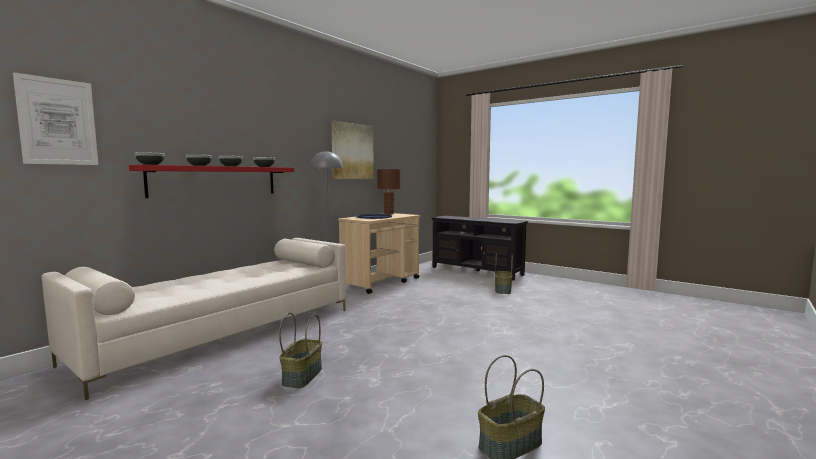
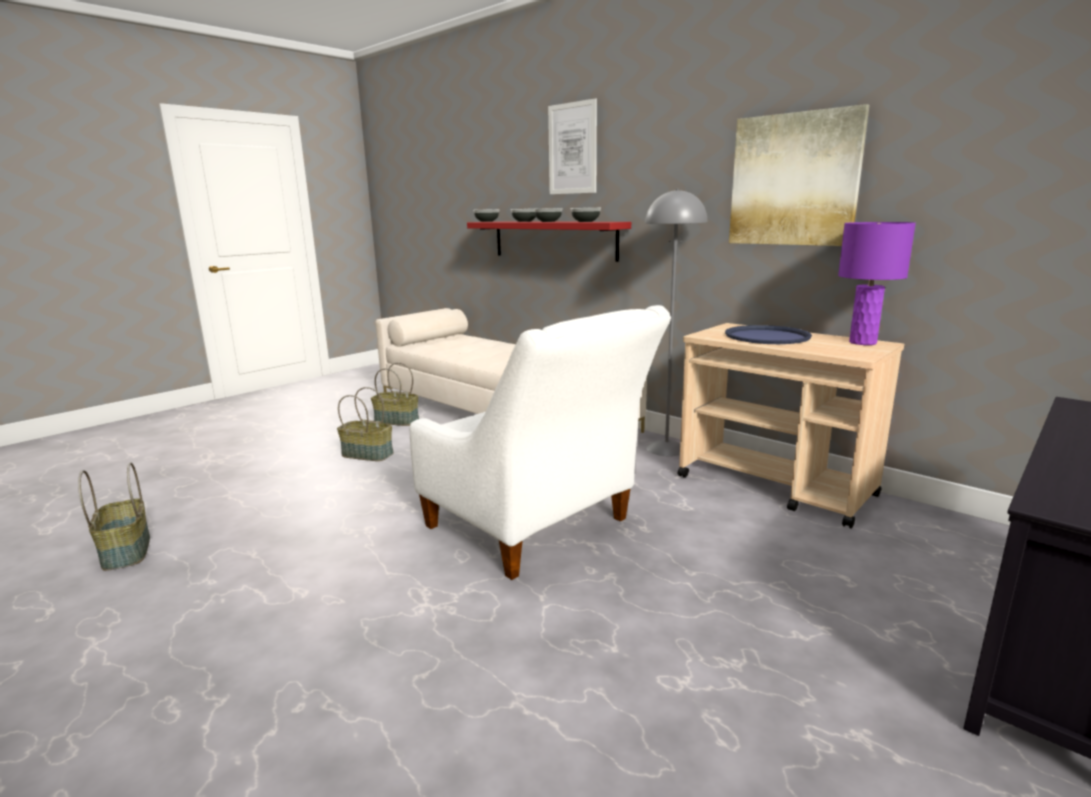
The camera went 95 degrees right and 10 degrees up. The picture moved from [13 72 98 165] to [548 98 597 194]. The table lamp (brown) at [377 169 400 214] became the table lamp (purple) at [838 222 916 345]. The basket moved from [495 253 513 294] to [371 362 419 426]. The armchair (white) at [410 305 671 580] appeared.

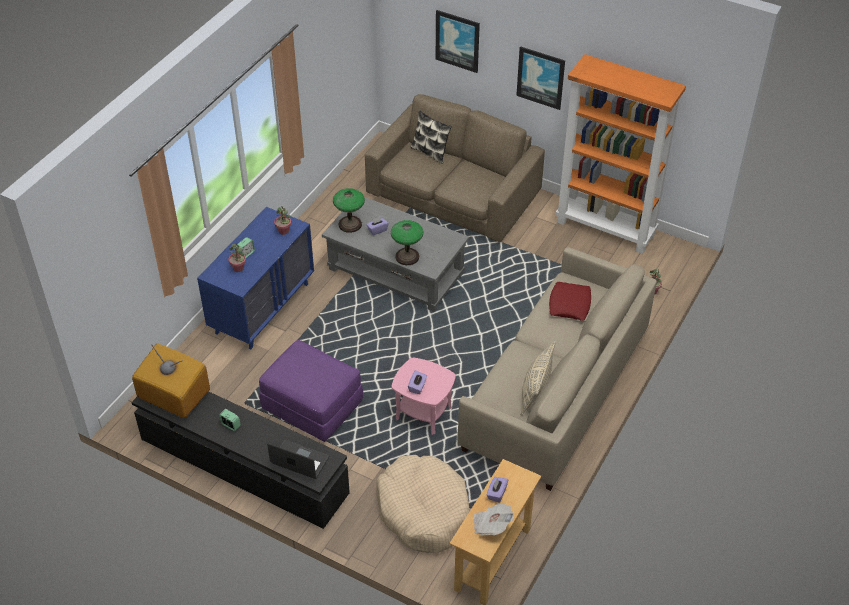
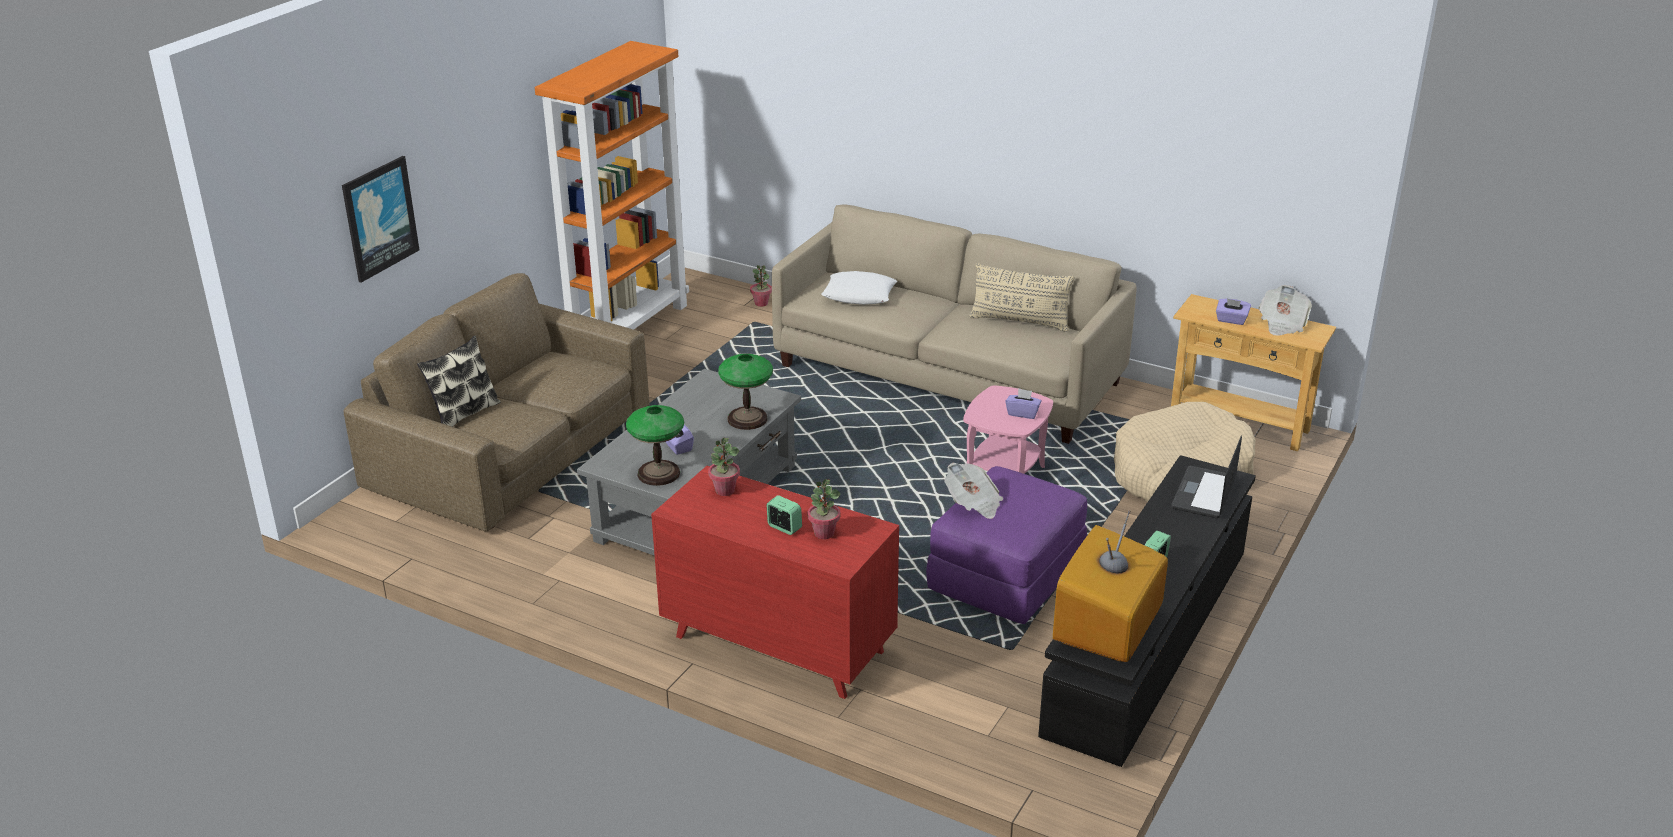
The camera went 90 degrees left and 15 degrees down. The dresser (blue) at [197 207 314 349] became the dresser (red) at [651 466 899 699]. The picture at [516 46 565 110] disappeared. The pillow (red) at [549 282 591 321] became the pillow (white) at [821 271 897 305]. The newspaper at [944 463 1003 519] appeared.

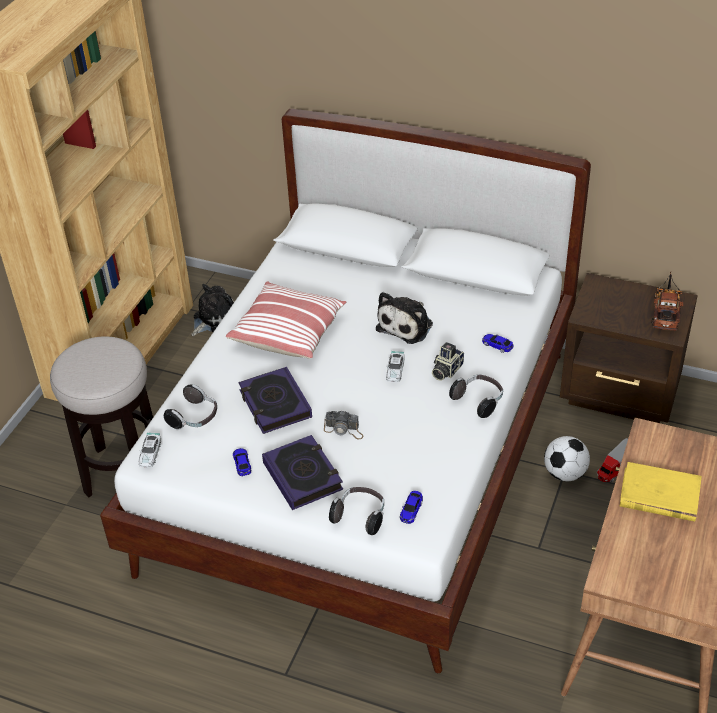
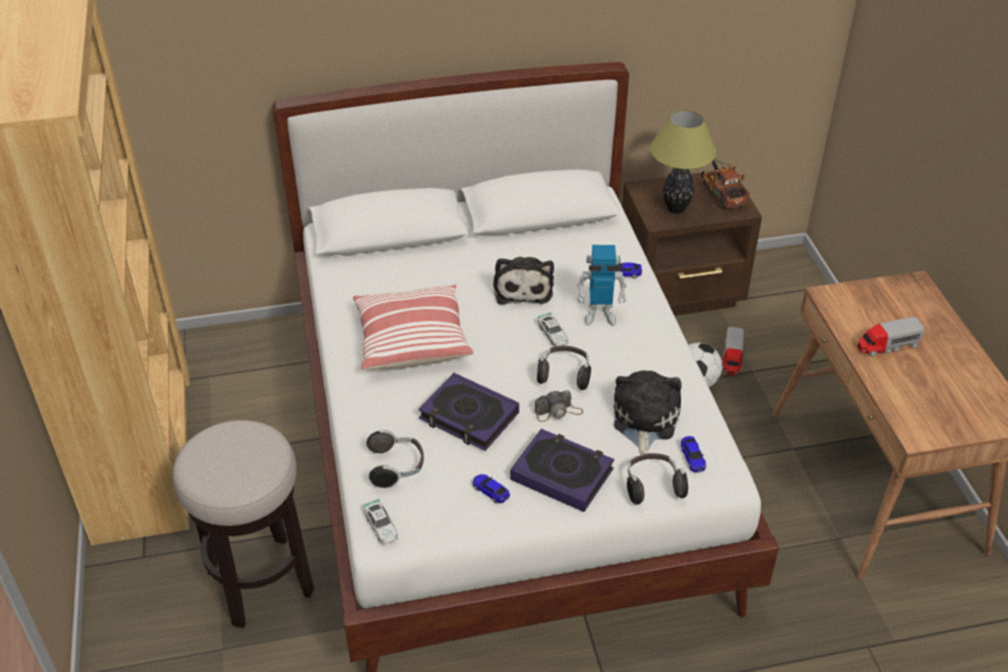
The camera went 35 degrees left and 0 degrees up. The plush toy moved from [191 284 234 336] to [614 370 682 455]. The photo camera at [432 342 464 381] was replaced by the toy robot at [577 245 626 326]. The headphones moved from [449 374 503 418] to [537 346 591 390]. The book (yellow) at [620 462 702 522] was replaced by the toy truck at [857 317 925 357]. The table lamp at [650 110 717 214] appeared.

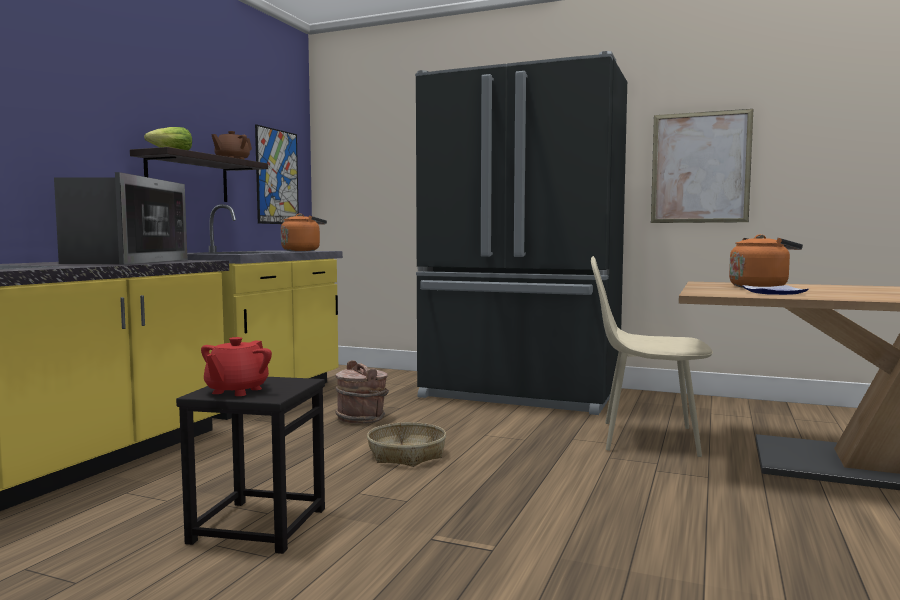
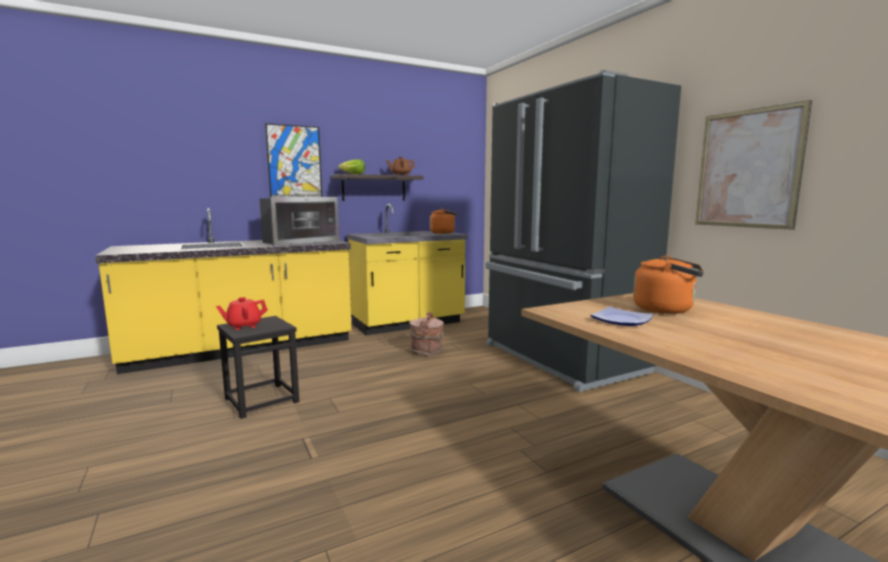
The camera went 40 degrees right and 5 degrees up. The picture moved from [255 124 299 224] to [265 123 322 197]. The basket at [367 422 446 467] disappeared. The chair (beige) at [591 256 713 457] disappeared.

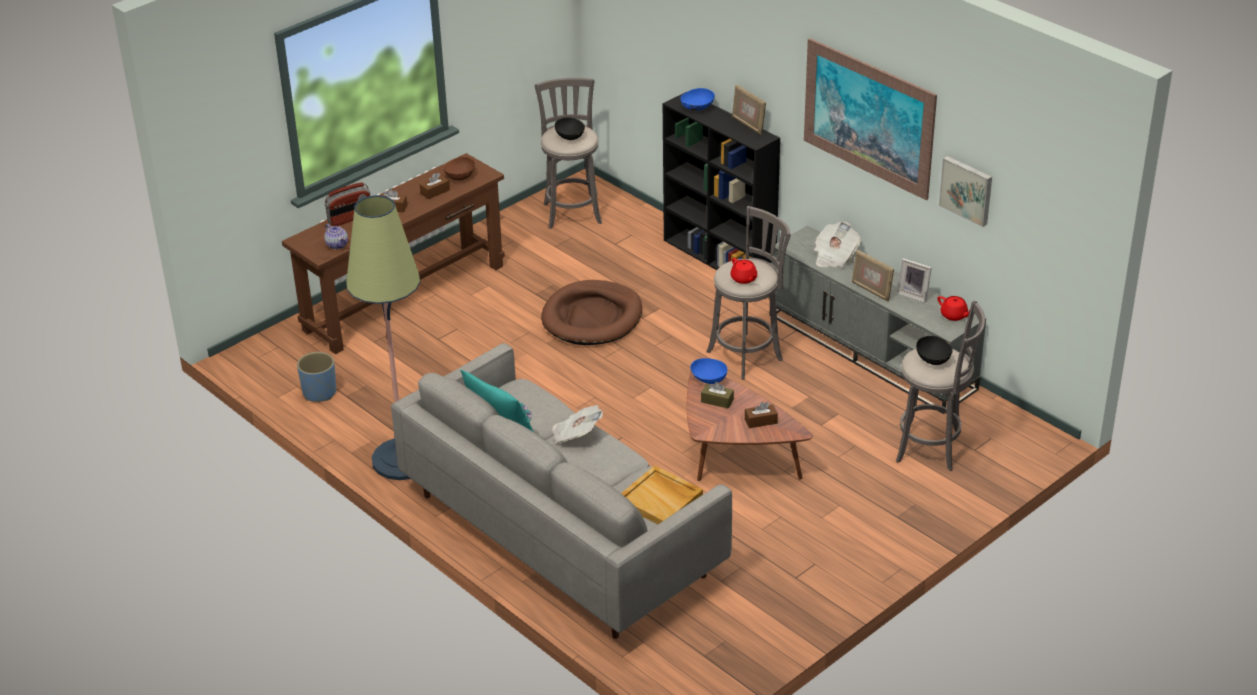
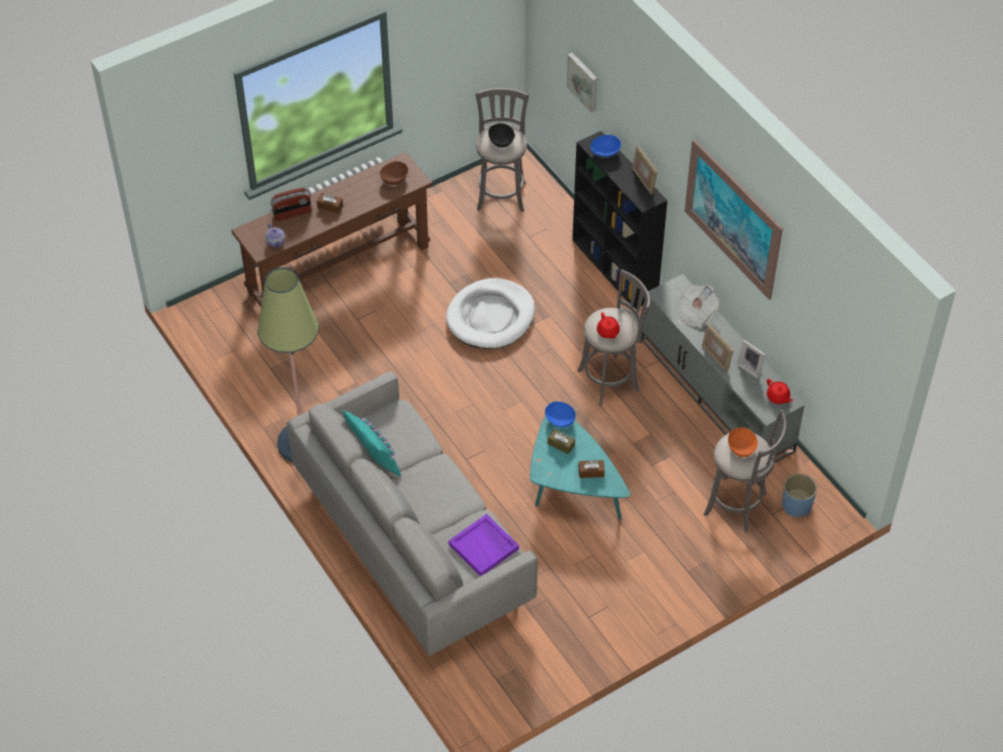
The camera went 10 degrees right and 15 degrees up. The planter (blue) moved from [297 352 336 402] to [782 474 817 517]. The tissue box (brown) at [420 173 450 199] disappeared. The dog bed (brown) at [541 280 642 345] became the dog bed (white) at [446 278 535 349]. The newspaper at [552 405 603 443] disappeared. The tray (beige) at [621 465 703 524] became the tray (purple) at [449 514 519 576]. The coffee table (brown) at [686 372 813 481] became the coffee table (turquoise) at [530 415 630 519]. The bowl (black) at [916 336 953 365] became the bowl (orange) at [728 427 758 457]. The picture moved from [939 156 992 227] to [567 52 597 113].

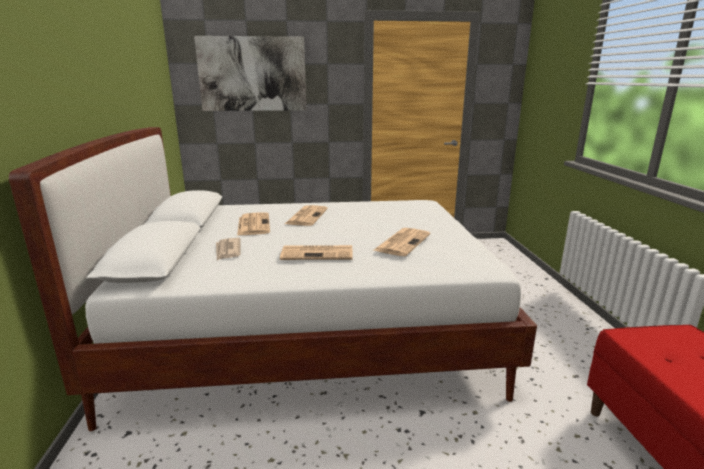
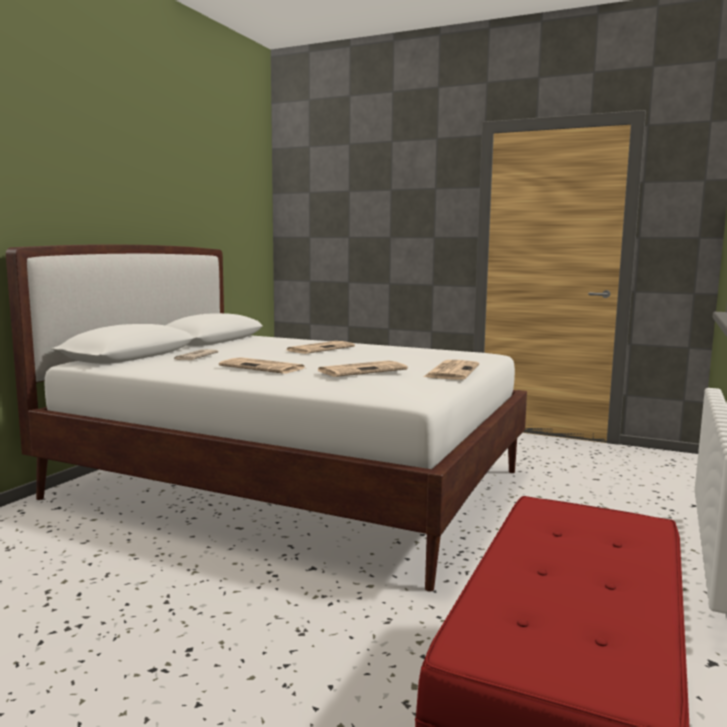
The camera went 30 degrees right and 10 degrees down. The picture at [194 36 306 111] disappeared. The newspaper moved from [237 212 270 236] to [424 360 479 380].

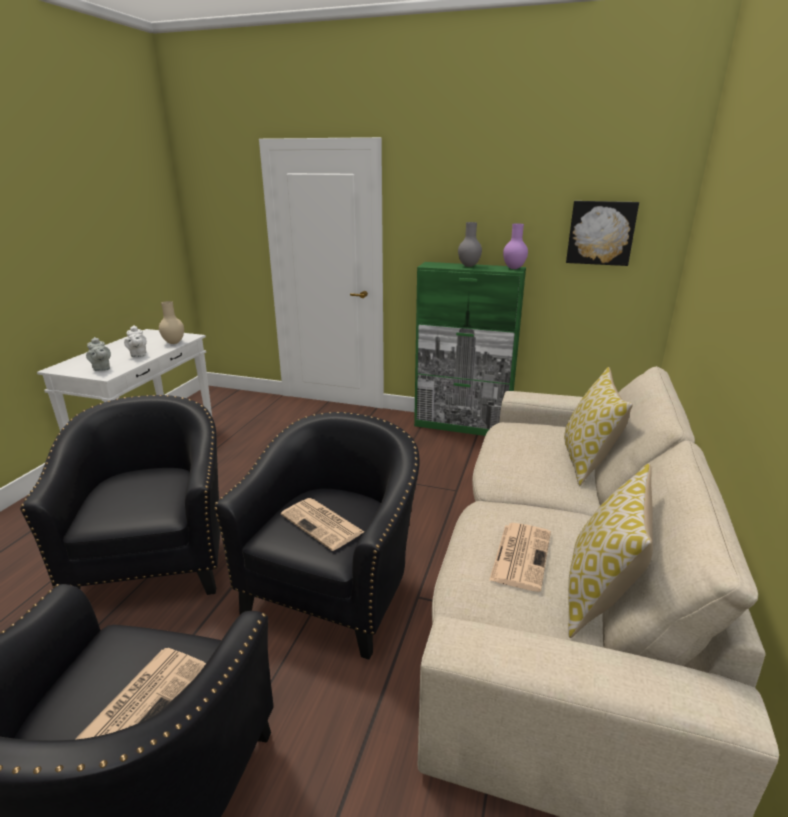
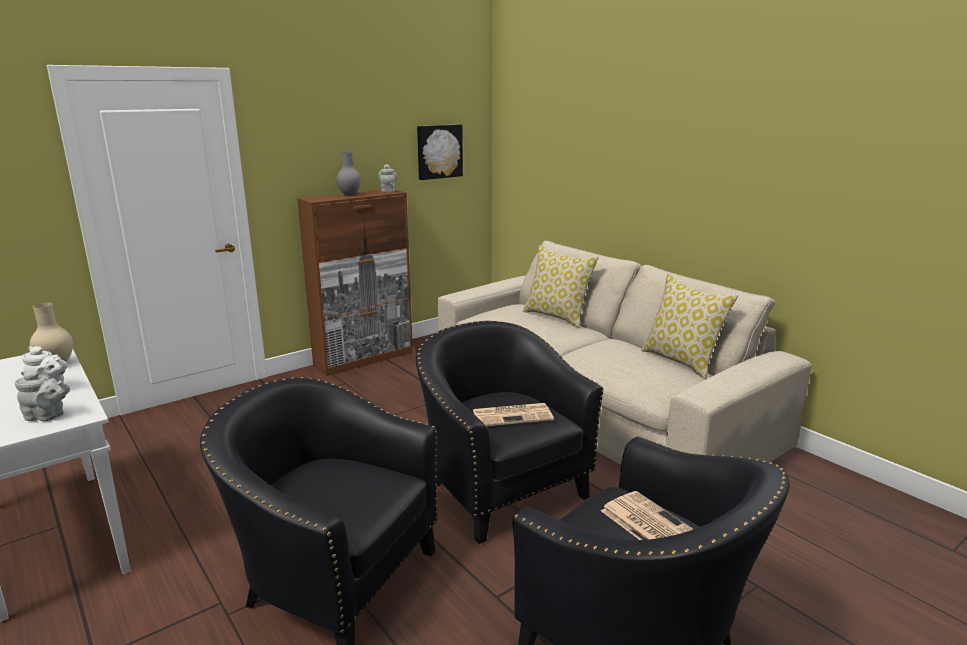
The camera went 55 degrees left and 5 degrees down. The cabinet (green) at [414 262 526 436] became the cabinet (brown) at [297 190 413 376]. The newspaper at [489 523 551 592] disappeared. The vase (purple) at [503 223 528 269] was replaced by the teapot (grey) at [378 164 397 192].

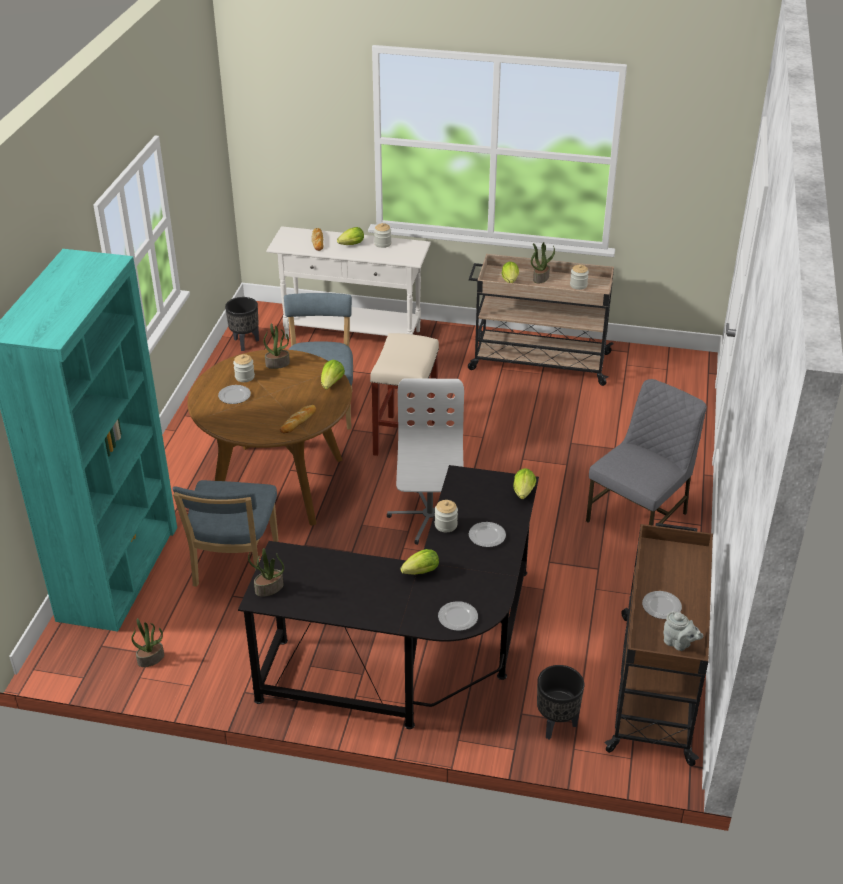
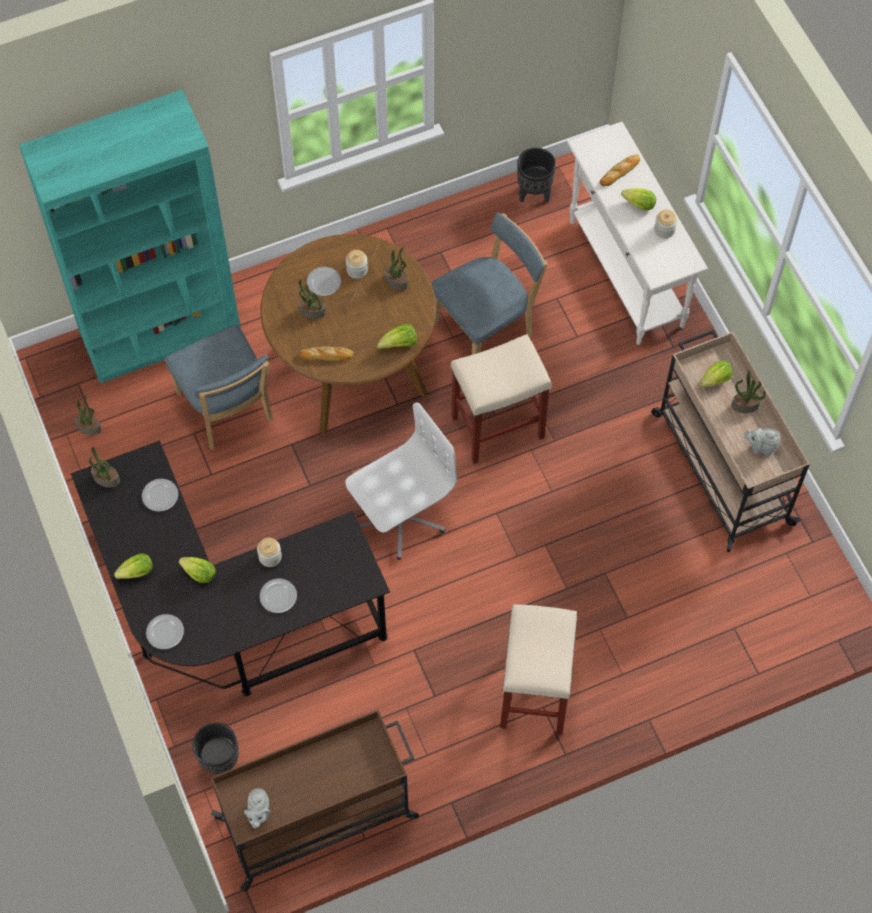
The camera went 55 degrees right and 25 degrees up. The chair (blue) at [173 480 278 587] turned 90 degrees counterclockwise. The lettuce moved from [513 468 536 499] to [114 554 153 579]. The jar at [570 264 589 290] was replaced by the teapot (grey) at [744 428 781 456]. The chair (grey) at [586 379 707 526] was replaced by the stool (beige) at [500 604 577 735]. The plate moved from [642 591 682 619] to [142 479 178 512]. The potted plant at [298 280 326 319] appeared.

